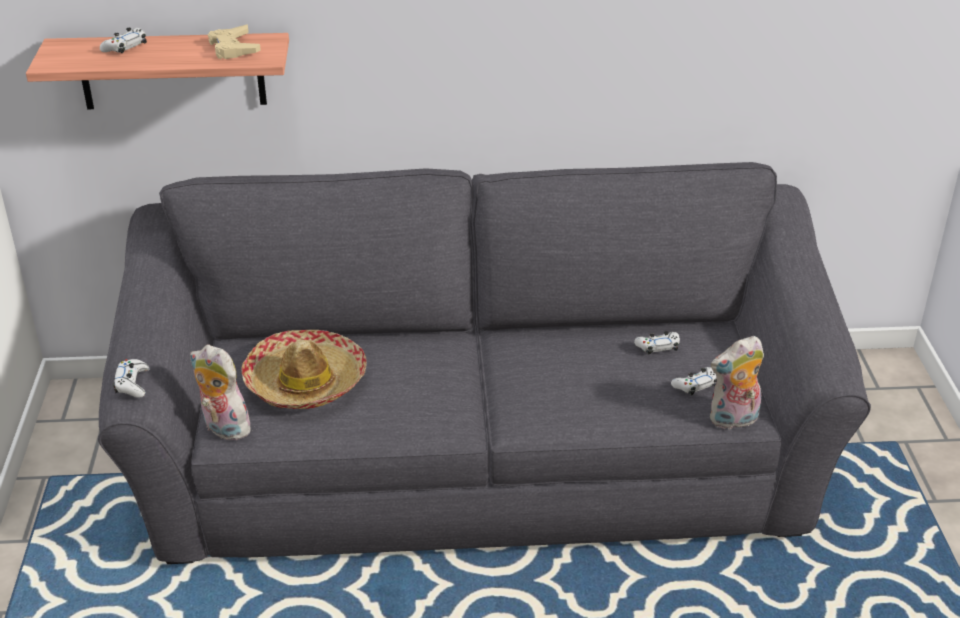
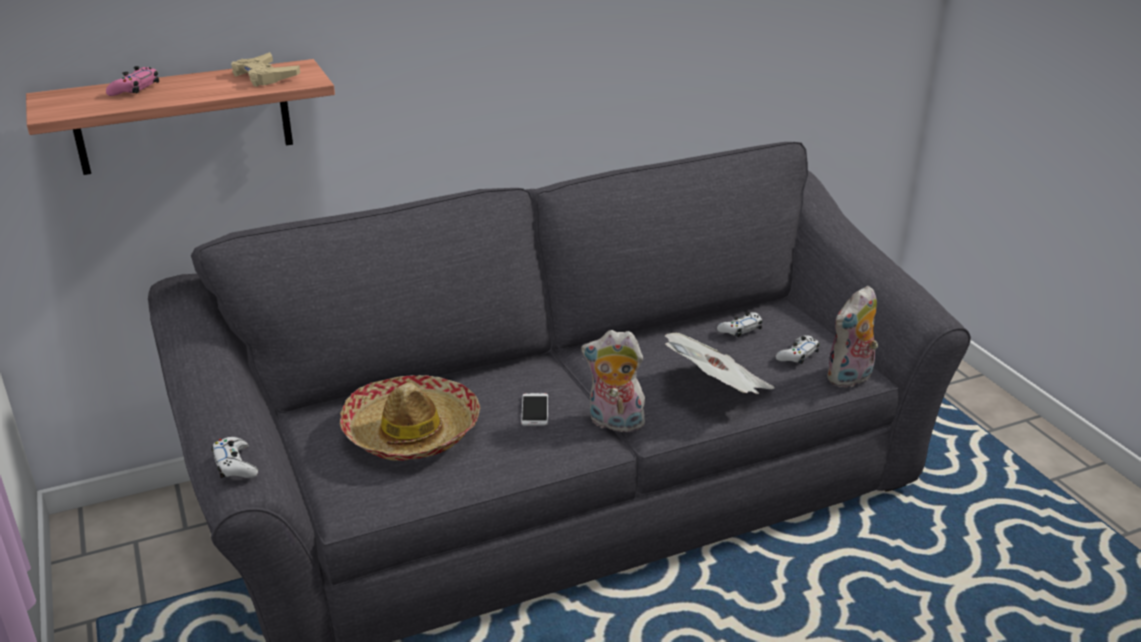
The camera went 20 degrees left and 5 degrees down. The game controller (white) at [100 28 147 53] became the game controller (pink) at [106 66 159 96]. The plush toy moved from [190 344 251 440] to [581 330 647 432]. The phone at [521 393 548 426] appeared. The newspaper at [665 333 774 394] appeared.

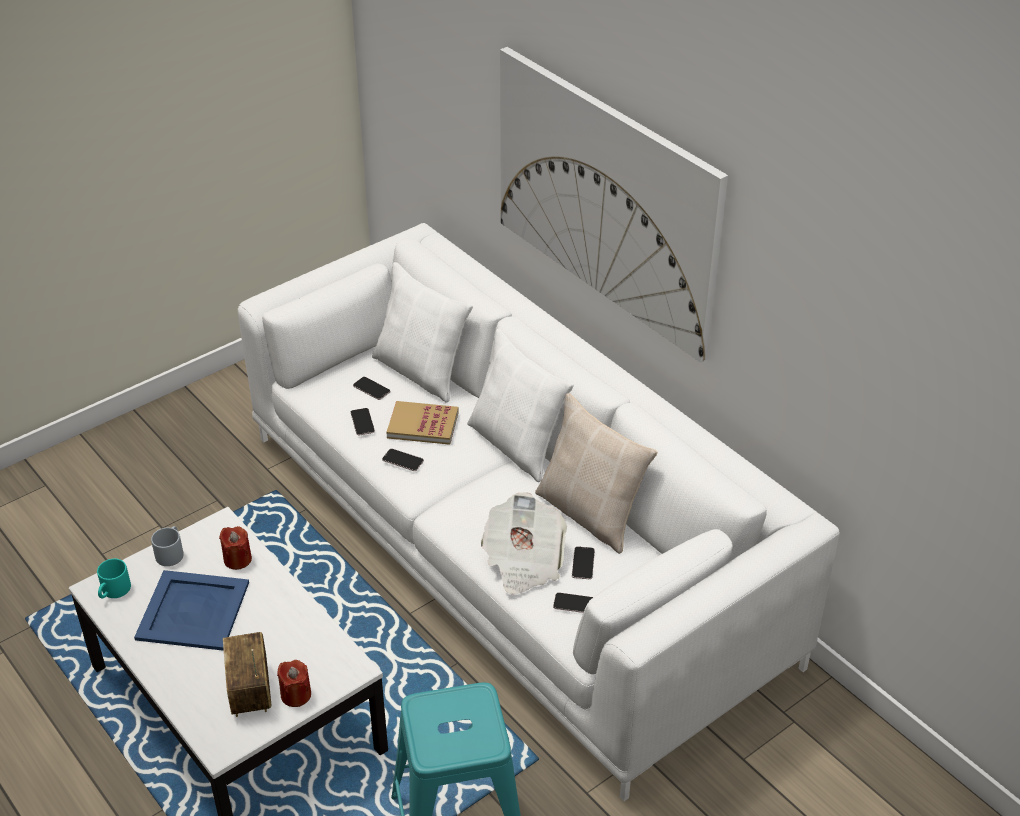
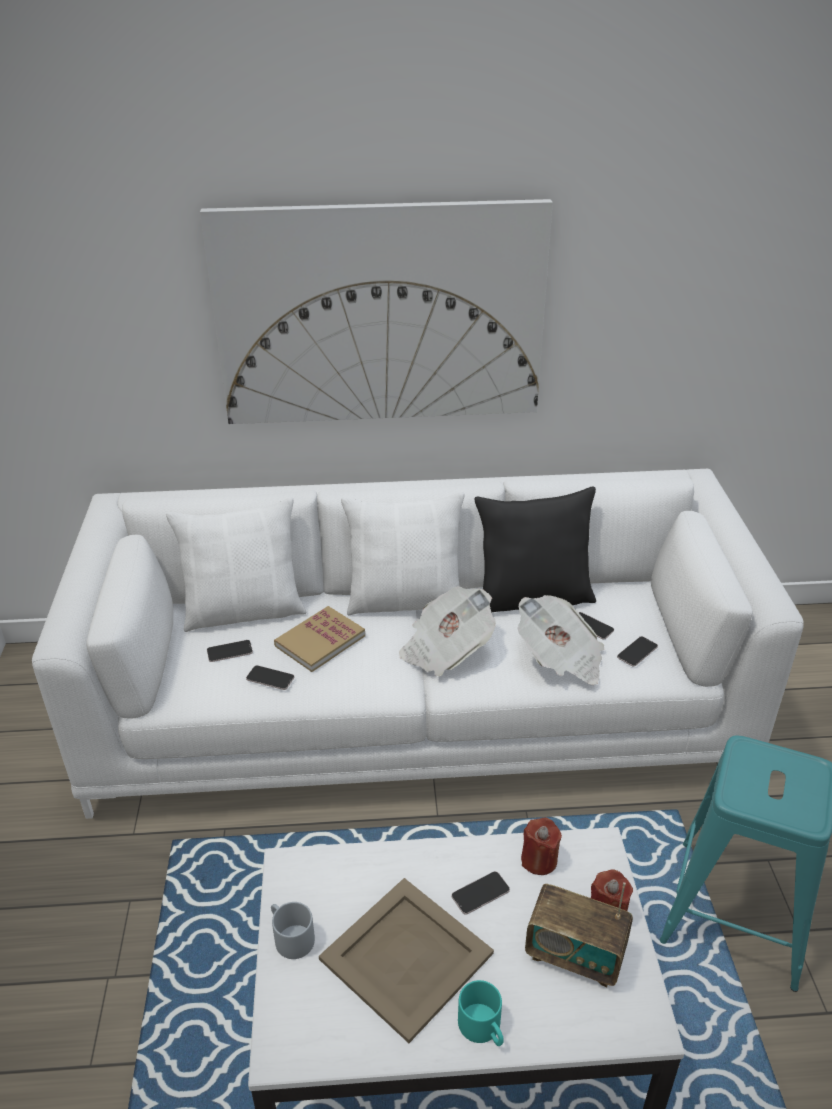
The camera went 55 degrees left and 5 degrees down. The mug (turquoise) moved from [97 559 131 598] to [458 980 504 1046]. The tray (blue) at [134 570 249 651] became the tray (beige) at [319 878 494 1043]. The candle (red) moved from [219 526 252 570] to [521 817 562 875]. The phone moved from [382 449 424 471] to [452 871 510 915]. The pillow (beige) at [535 393 658 554] became the pillow (black) at [475 487 596 612]. The newspaper at [399 586 496 676] appeared.

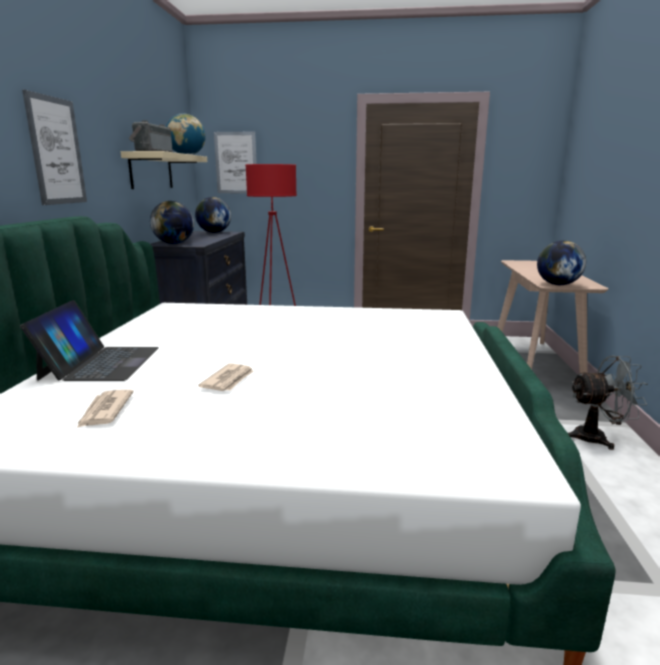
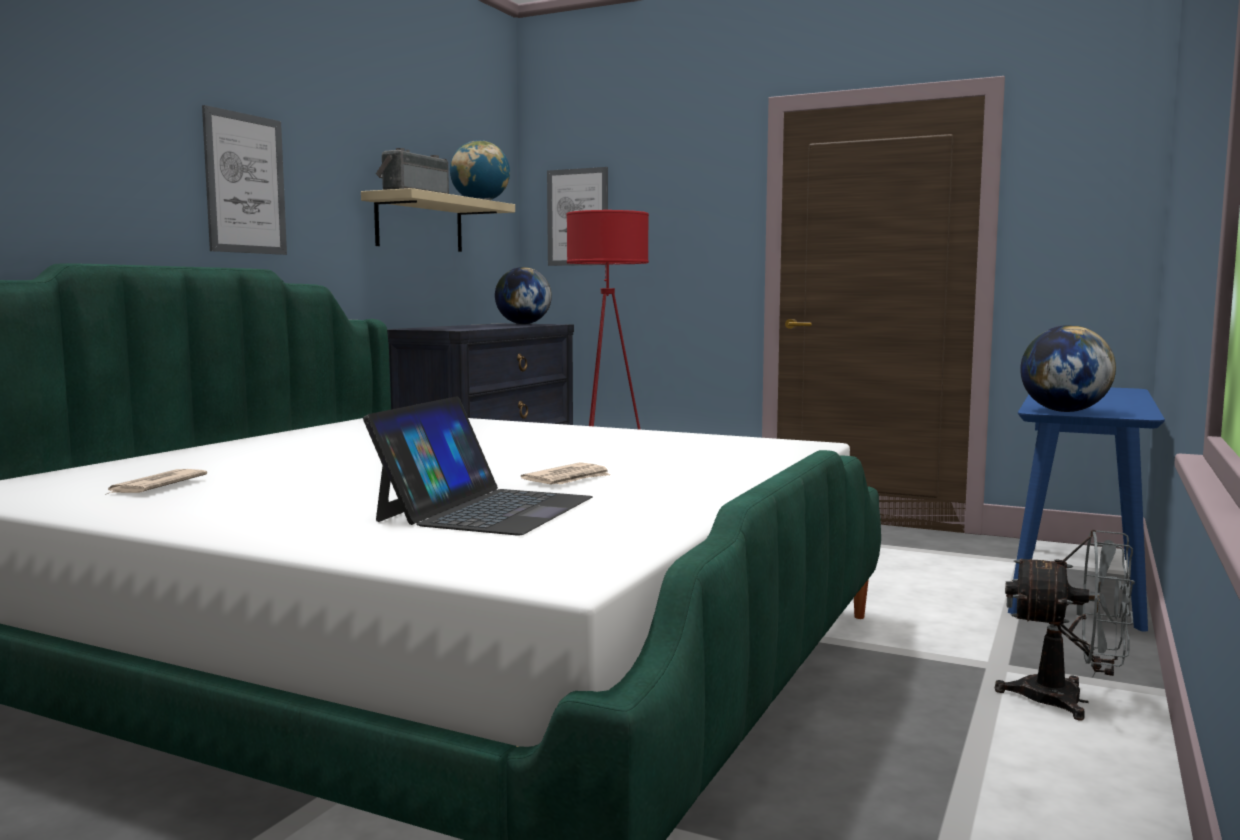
The camera went 20 degrees right and 10 degrees down. The laptop moved from [20 300 159 381] to [363 396 593 536]. The globe at [150 201 194 244] disappeared. The newspaper moved from [198 363 253 391] to [521 462 610 484]. The console table (beige) at [498 260 609 373] became the console table (blue) at [1008 388 1165 631].

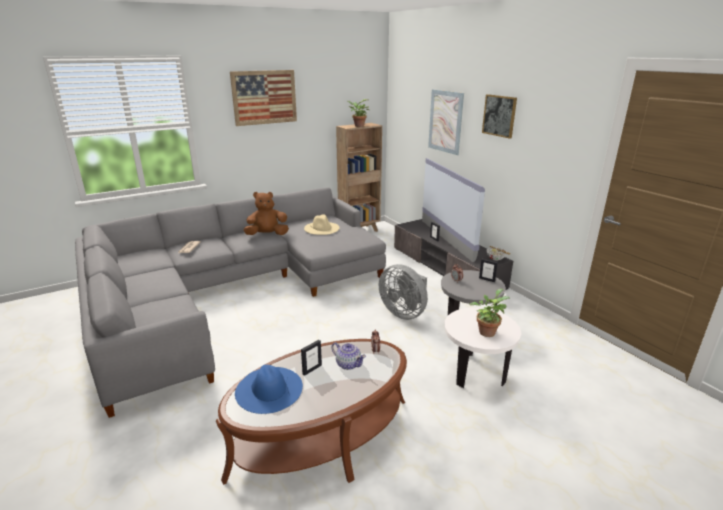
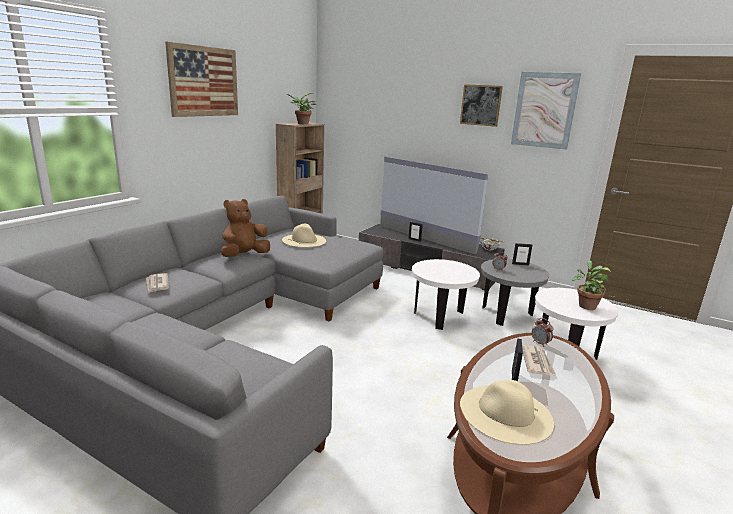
The camera went 30 degrees left and 5 degrees down. The hat (blue) at [235 365 303 414] became the hat (beige) at [460 380 554 445]. The teapot at [331 342 366 370] was replaced by the newspaper at [522 345 557 376]. The fan (grey) at [379 264 428 320] was replaced by the side table (white) at [412 259 480 330]. The picture moved from [428 89 464 155] to [511 72 581 150].

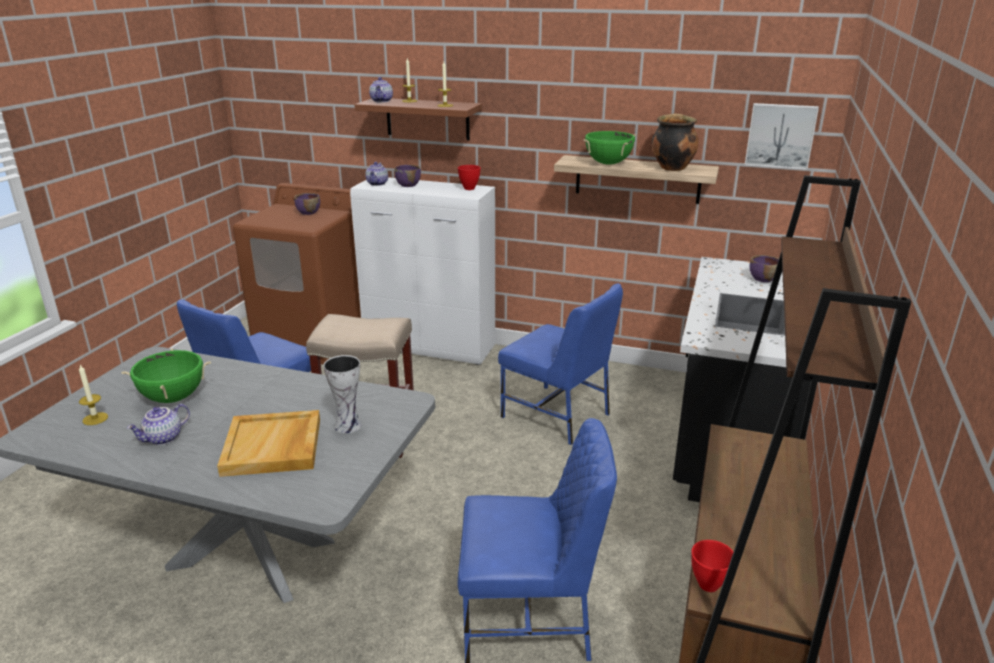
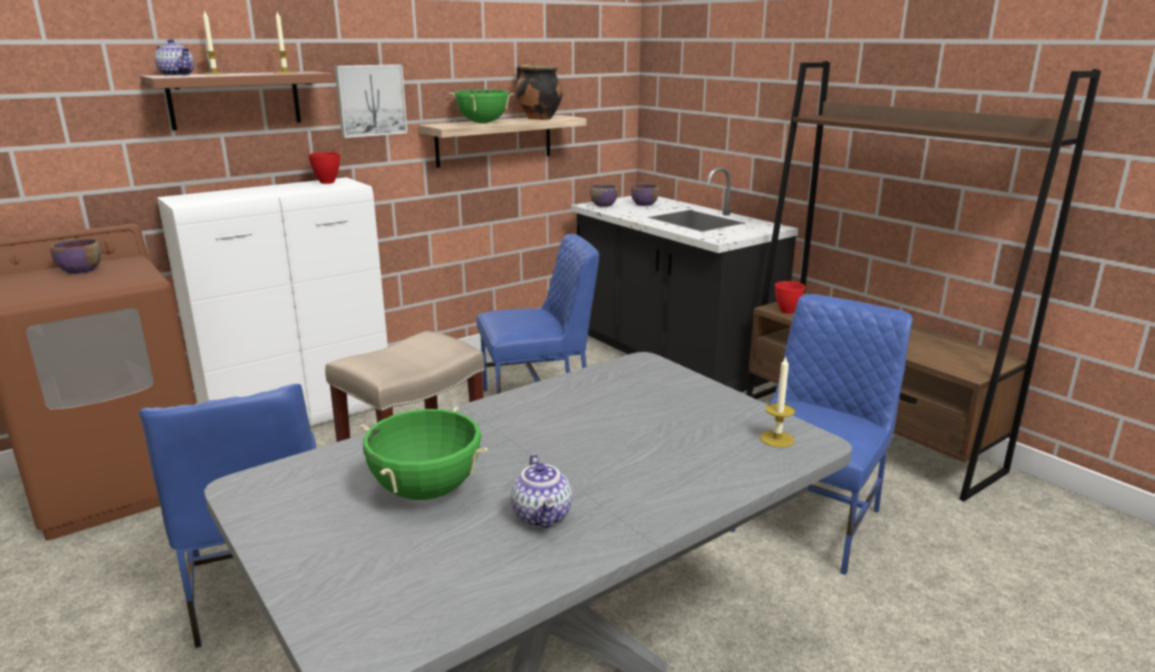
The camera went 55 degrees left and 5 degrees down. The candle moved from [79 365 108 425] to [760 357 795 448]. The tray (beige) at [217 410 320 477] disappeared. The vase at [323 355 362 433] disappeared. The teapot at [365 162 388 186] disappeared. The bowl (purple) moved from [394 165 421 187] to [590 184 618 207]. The bowl (red) moved from [691 540 734 592] to [775 281 805 314]. The picture moved from [745 103 819 170] to [334 64 408 138].

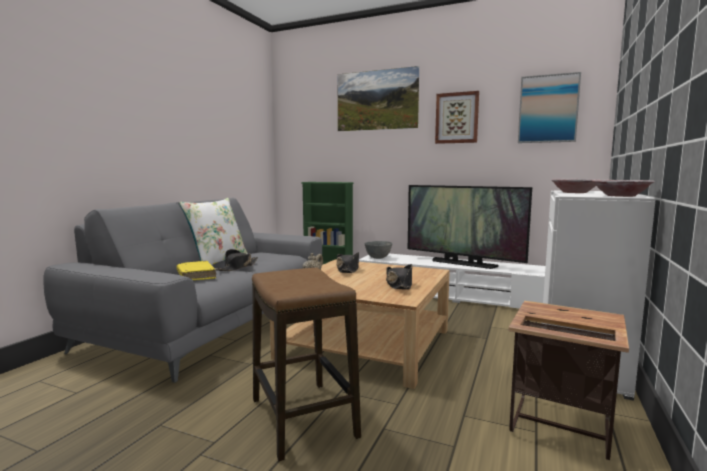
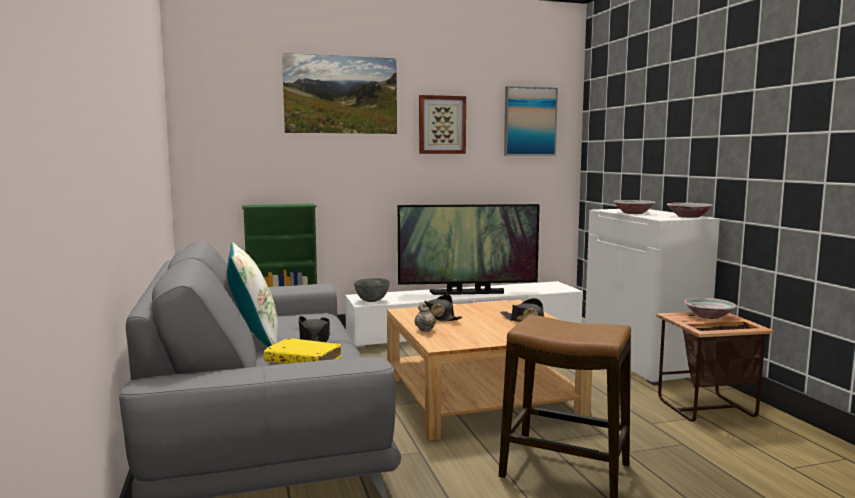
The camera went 40 degrees left and 0 degrees up. The bowl at [684 298 736 319] appeared.

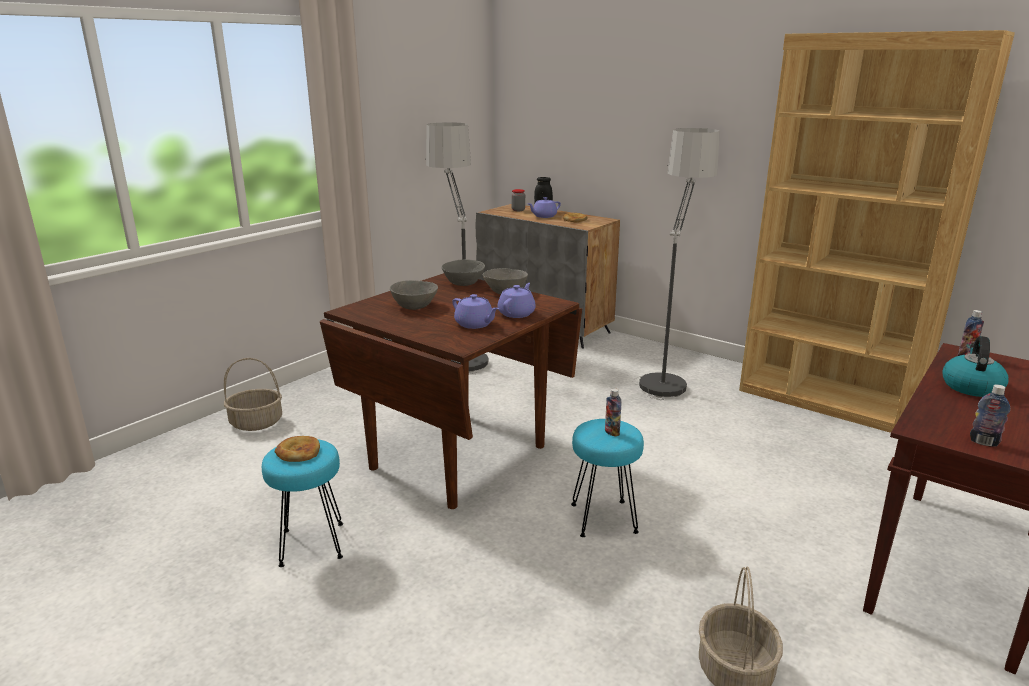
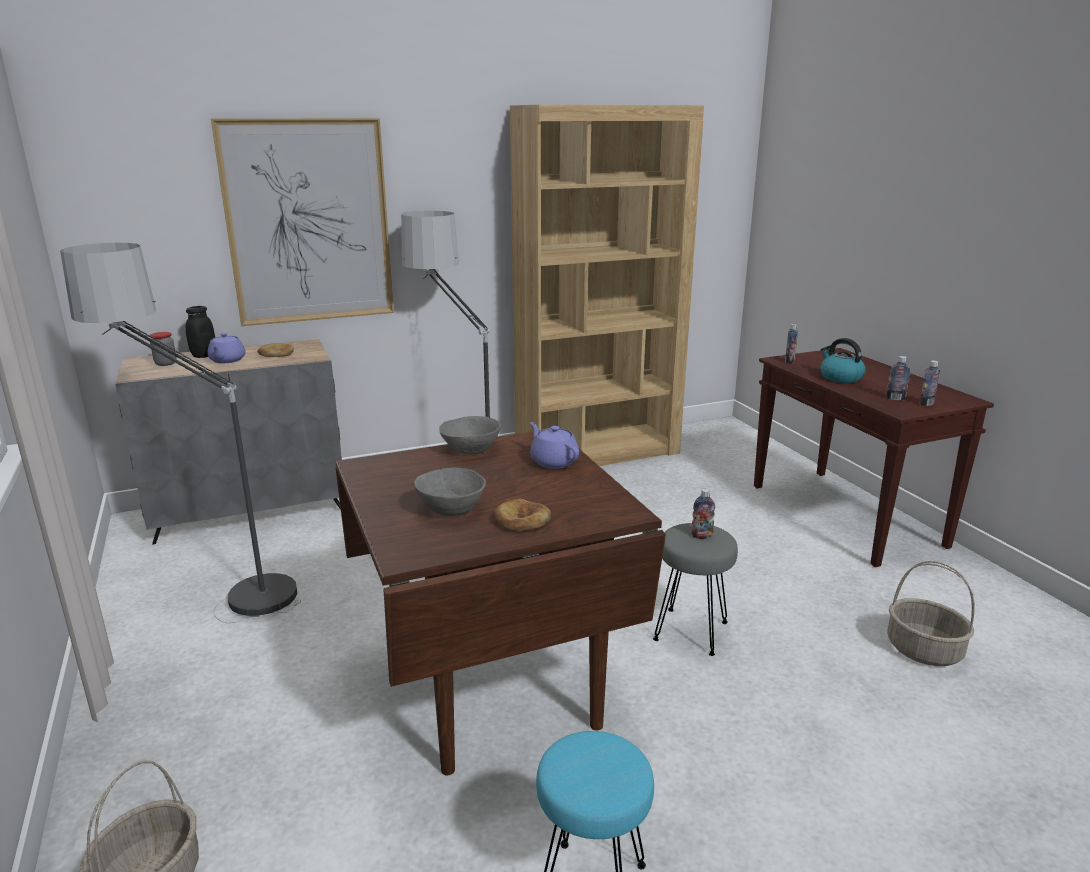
The camera went 60 degrees left and 0 degrees up. The bread moved from [275 436 320 462] to [493 499 551 531]. The bowl (grey) at [441 259 485 286] disappeared. The teapot (purple) at [452 294 499 329] disappeared. The stool (turquoise) at [571 419 644 537] became the stool (grey) at [653 523 738 656]. The picture at [211 118 394 326] appeared. The bottle at [886 356 911 401] appeared.

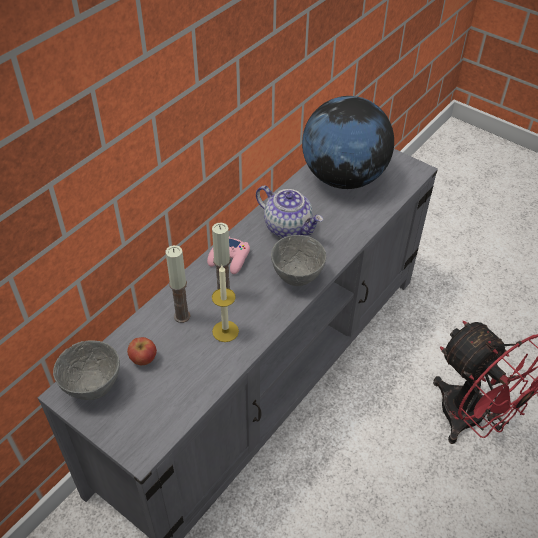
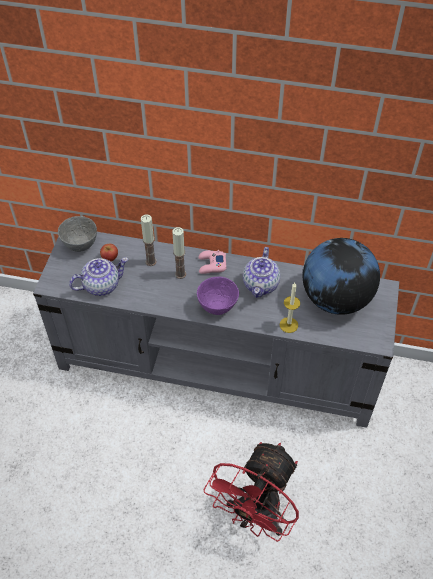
The camera went 65 degrees right and 5 degrees up. The candle moved from [212 266 239 342] to [280 283 300 333]. The bowl (grey) at [271 235 326 286] became the bowl (purple) at [197 277 239 315]. The teapot at [69 257 128 296] appeared.

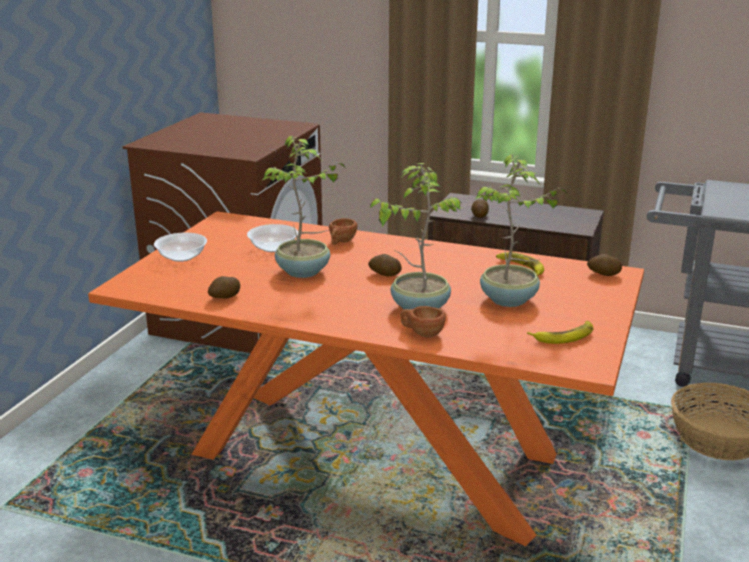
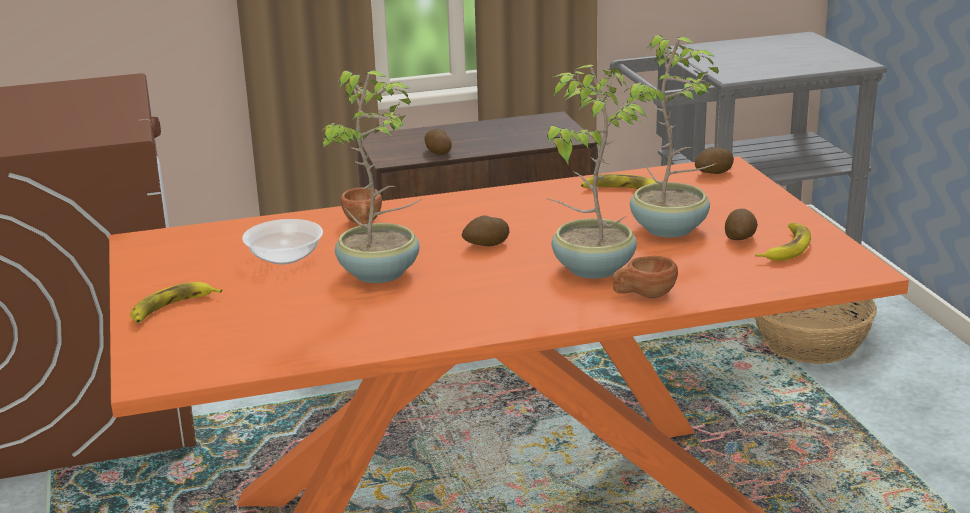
The camera went 35 degrees left and 0 degrees up. The bowl at [154 233 207 262] was replaced by the banana at [130 282 222 323]. The potato moved from [208 276 240 299] to [725 209 758 240].

